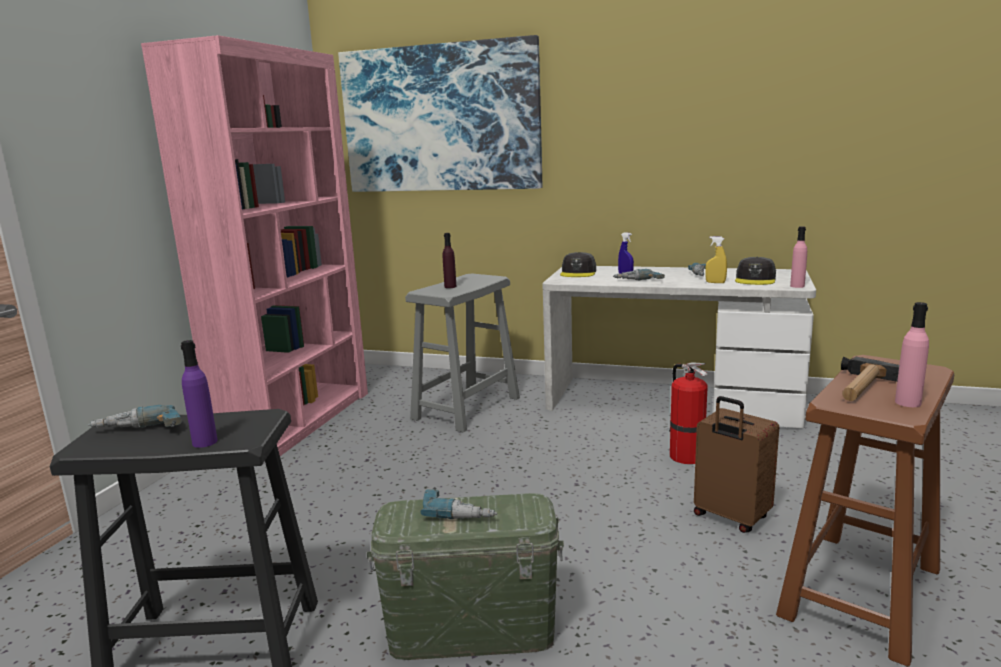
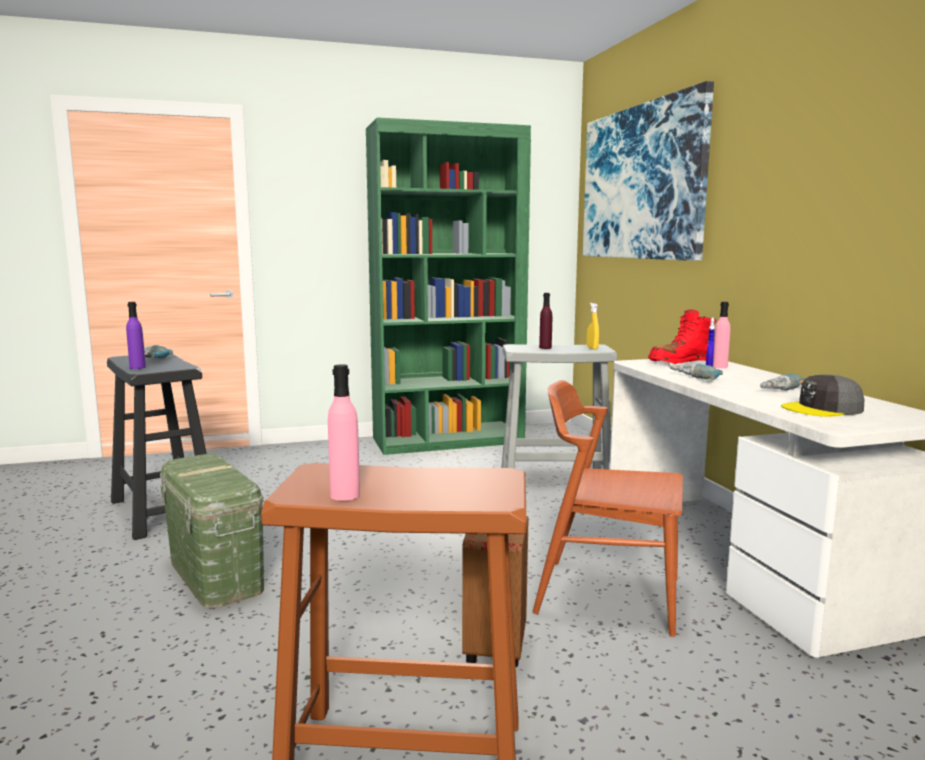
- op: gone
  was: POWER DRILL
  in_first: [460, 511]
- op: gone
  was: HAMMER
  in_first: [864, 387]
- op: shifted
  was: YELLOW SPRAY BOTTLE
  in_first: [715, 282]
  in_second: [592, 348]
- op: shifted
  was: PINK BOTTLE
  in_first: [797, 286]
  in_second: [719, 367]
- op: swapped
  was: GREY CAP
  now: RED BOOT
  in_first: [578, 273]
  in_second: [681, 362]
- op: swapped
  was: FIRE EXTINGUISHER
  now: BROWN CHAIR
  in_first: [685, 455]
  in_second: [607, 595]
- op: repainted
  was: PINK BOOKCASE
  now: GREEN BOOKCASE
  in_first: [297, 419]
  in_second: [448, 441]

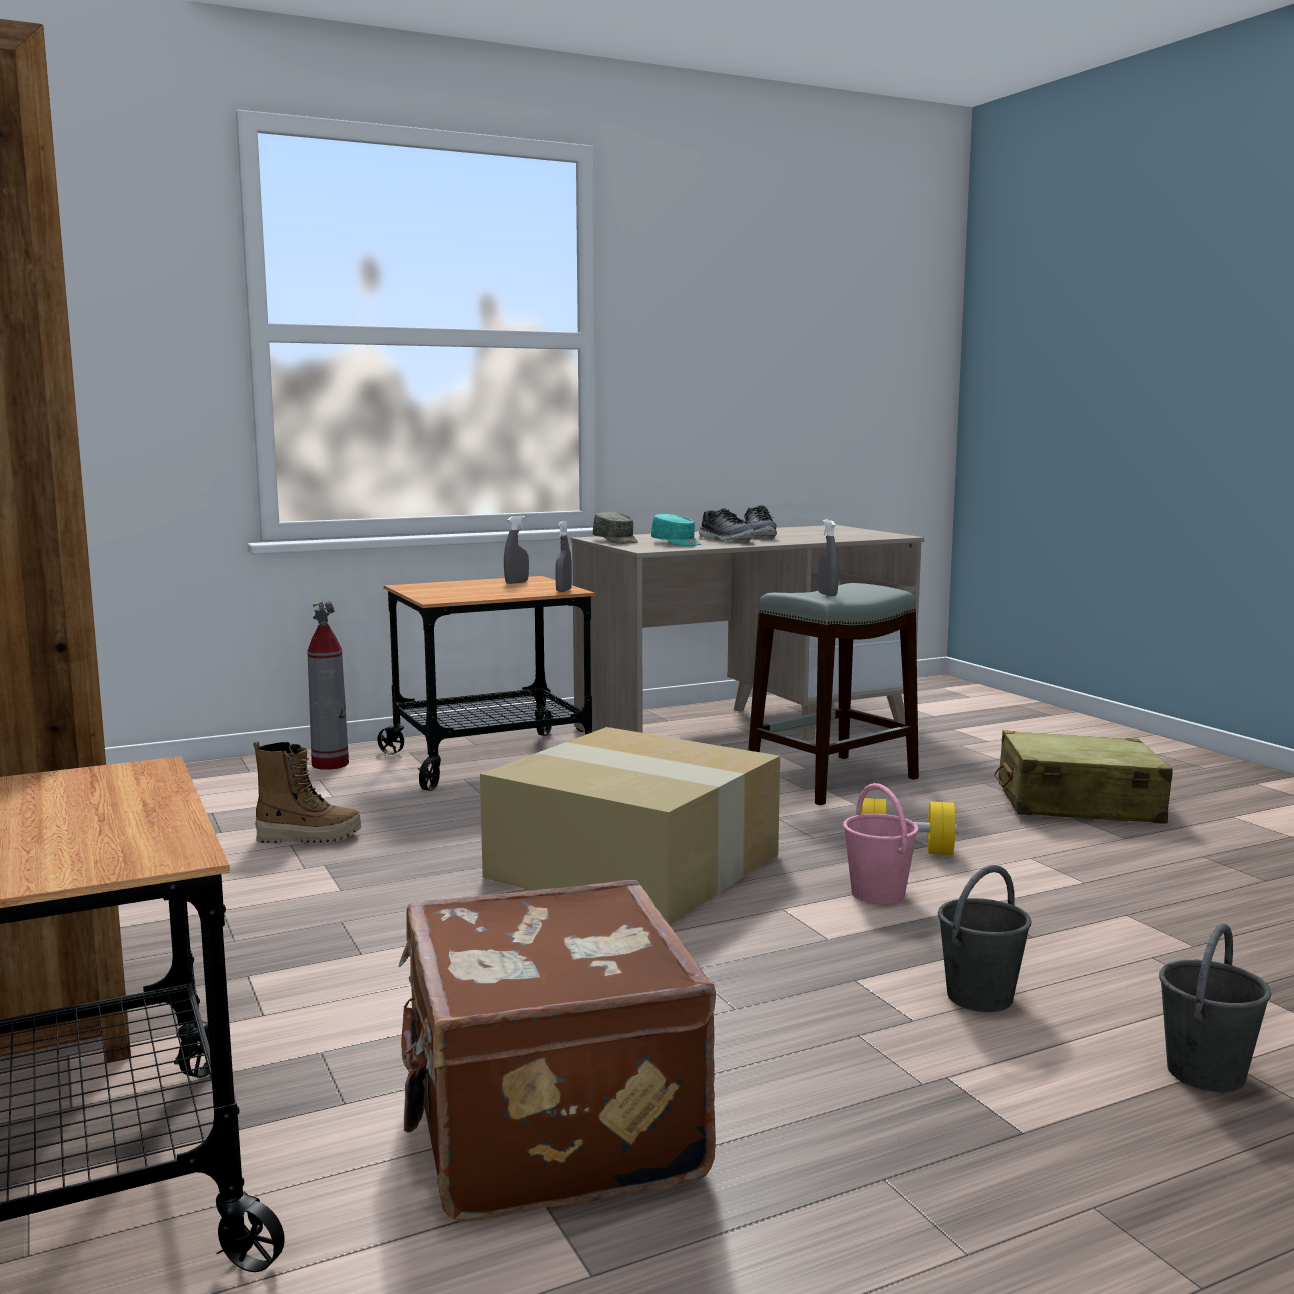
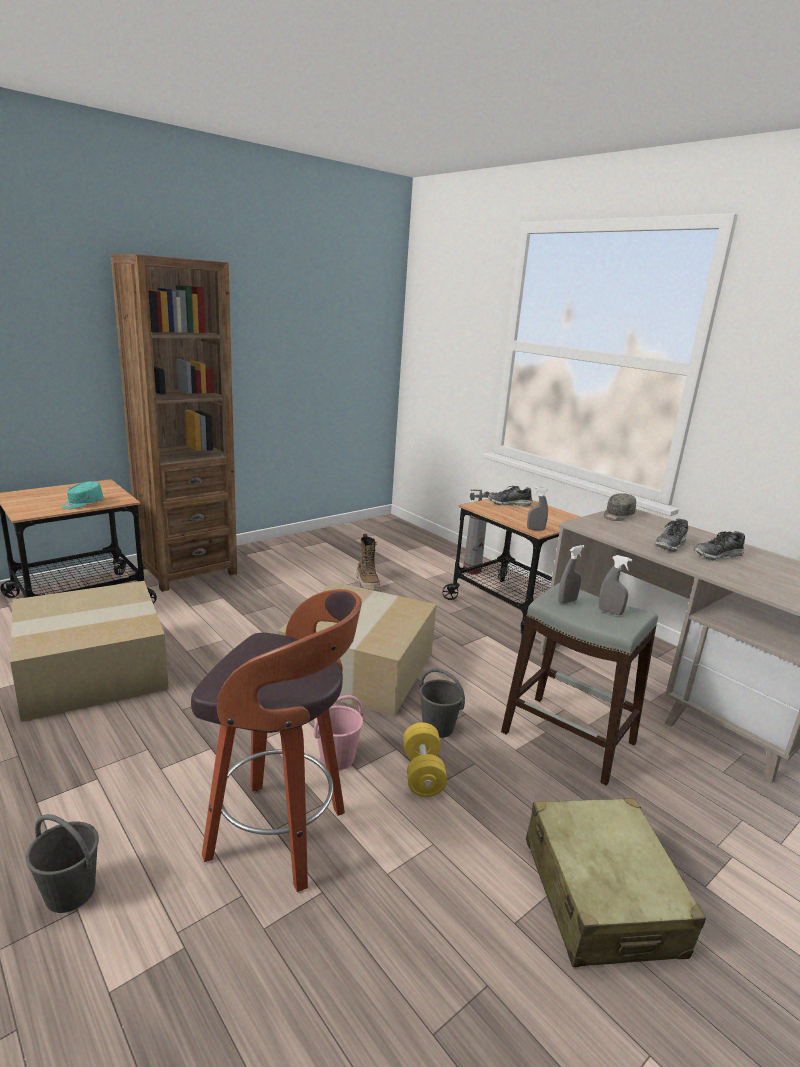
- op: new
  now: STOOL
  in_second: [281, 835]
- op: new
  now: SHOE
  in_second: [509, 504]
- op: shifted
  was: GREY SPRAY BOTTLE
  in_first: [516, 582]
  in_second: [610, 612]
- op: shifted
  was: TURQUOISE CAP
  in_first: [677, 543]
  in_second: [82, 503]
- op: shifted
  was: GREY BUCKET
  in_first: [979, 997]
  in_second: [437, 727]
- op: swapped
  was: BROWN SUITCASE
  now: CARDBOARD BOX
  in_first: [546, 1126]
  in_second: [90, 671]

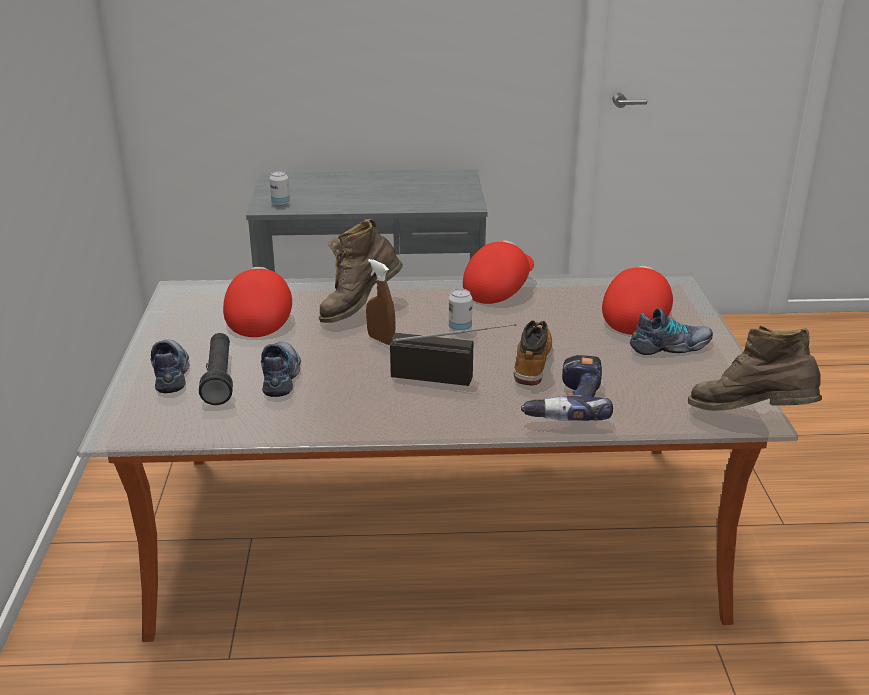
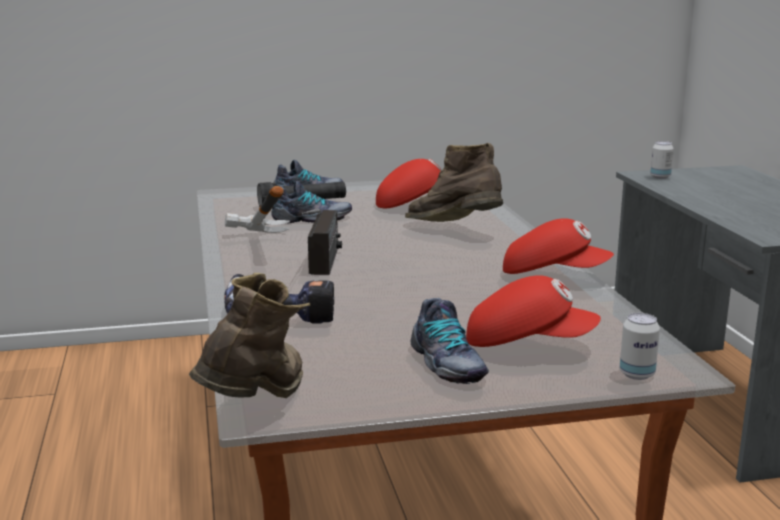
- op: gone
  was: BROWN SPRAY BOTTLE
  in_first: [381, 339]
- op: gone
  was: BOOT
  in_first: [532, 362]
- op: new
  now: HAMMER
  in_second: [256, 245]
- op: shifted
  was: CAN
  in_first: [460, 329]
  in_second: [637, 374]

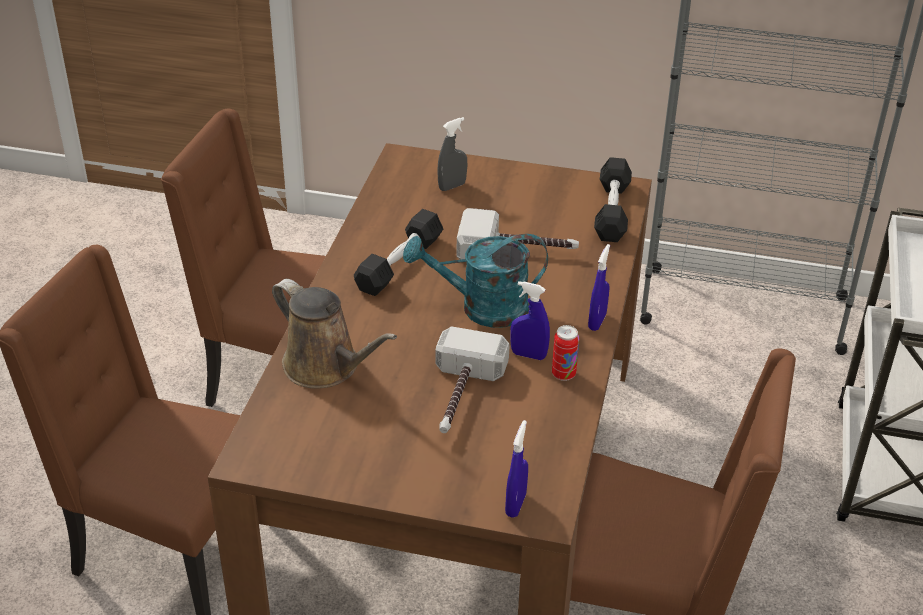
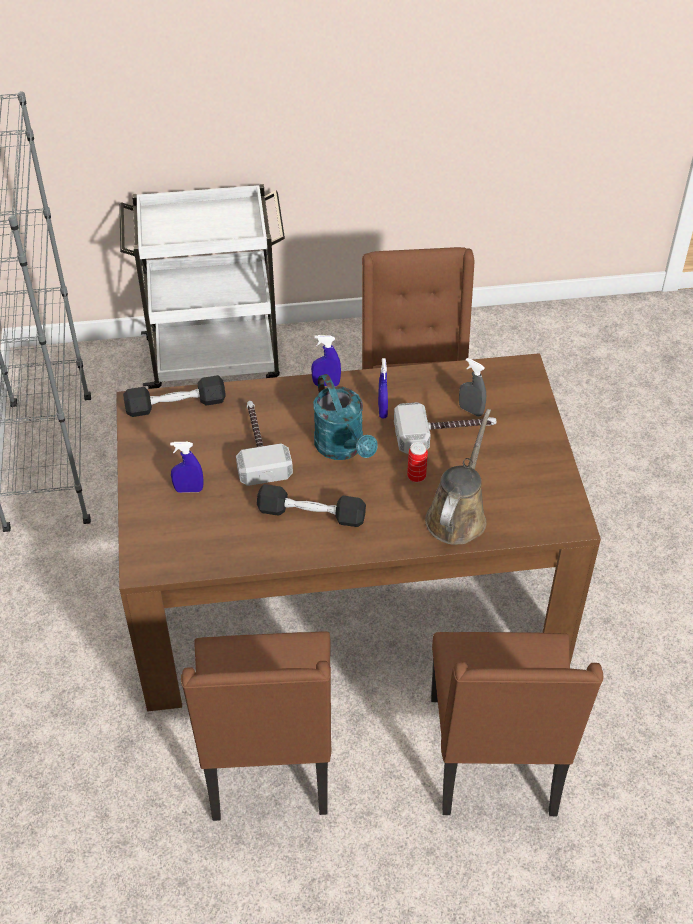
- op: shifted
  was: GREY SPRAY BOTTLE
  in_first: [452, 186]
  in_second: [471, 410]
- op: shifted
  was: BLUE SPRAY BOTTLE
  in_first: [515, 505]
  in_second: [189, 489]
- op: shifted
  was: CAN
  in_first: [563, 374]
  in_second: [416, 476]

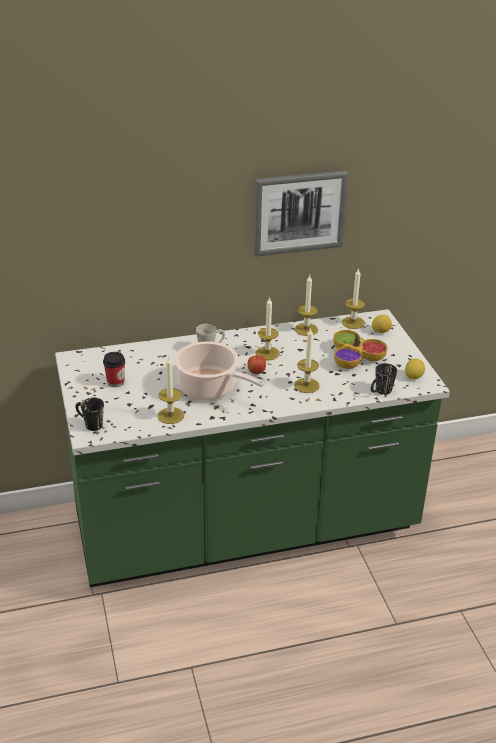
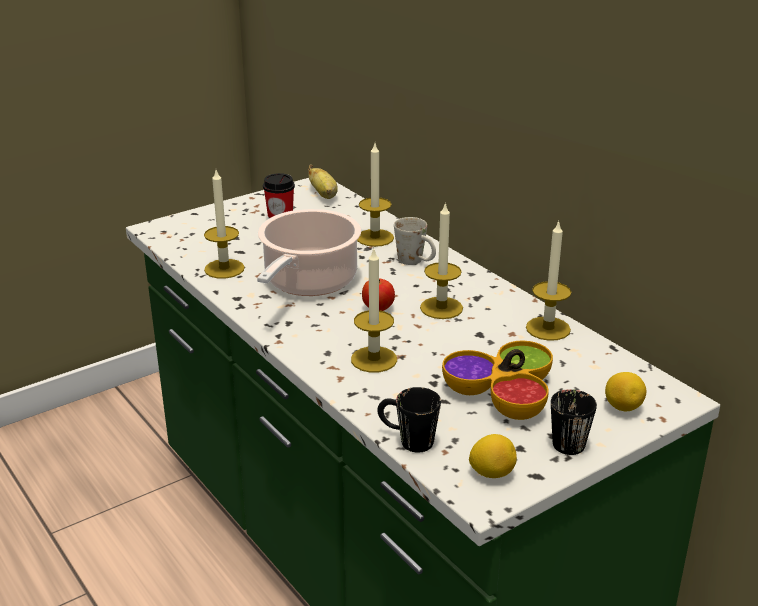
- op: gone
  was: PICTURE
  in_first: [299, 212]
- op: new
  now: BANANA
  in_second: [324, 195]
- op: shifted
  was: BLACK MUG
  in_first: [89, 424]
  in_second: [568, 438]
- op: shifted
  was: CANDLE
  in_first: [353, 322]
  in_second: [375, 238]

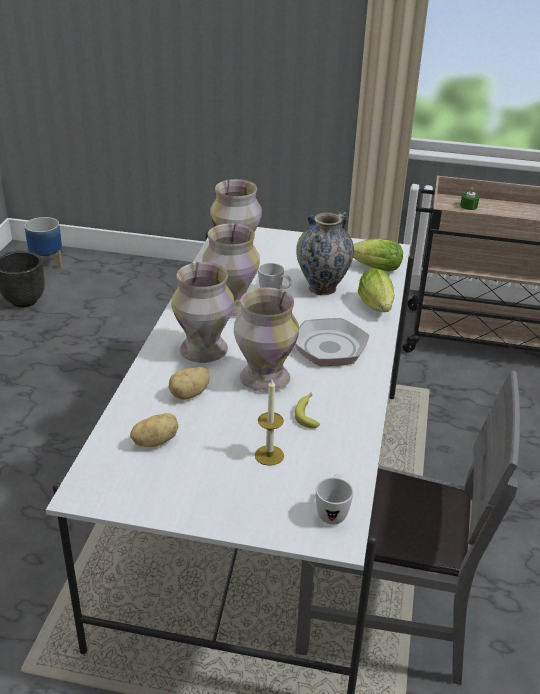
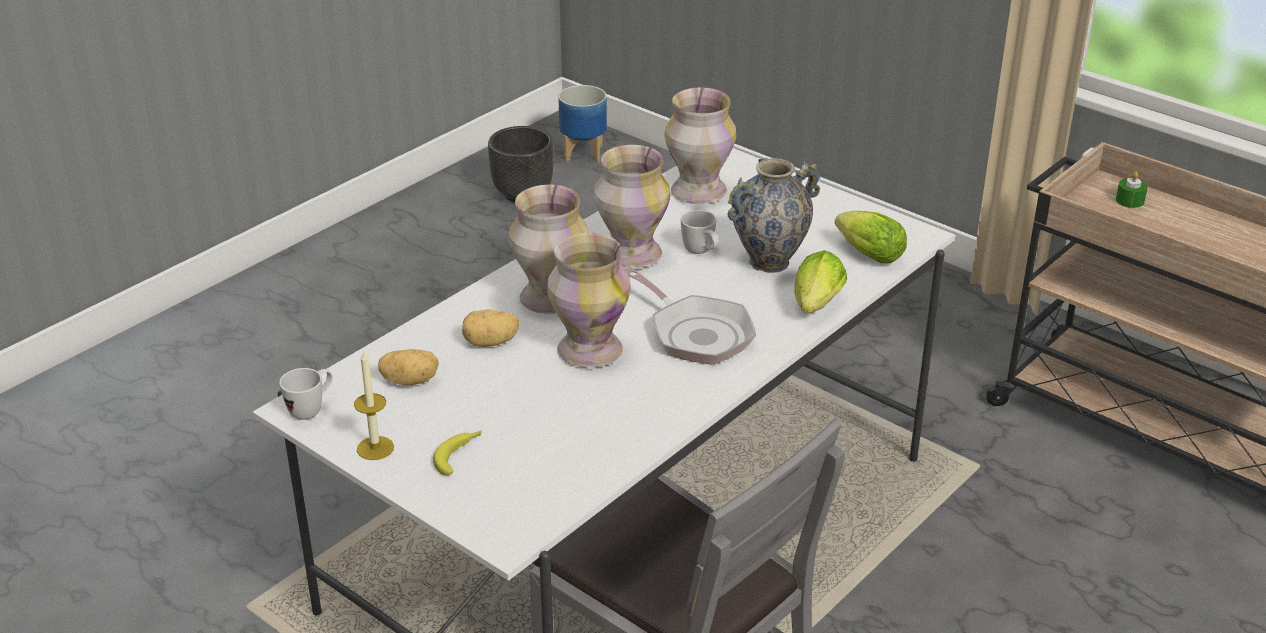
- op: shifted
  was: CANDLE
  in_first: [269, 455]
  in_second: [375, 448]
- op: shifted
  was: BANANA
  in_first: [308, 413]
  in_second: [459, 455]
- op: shifted
  was: WHITE MUG
  in_first: [332, 512]
  in_second: [311, 409]

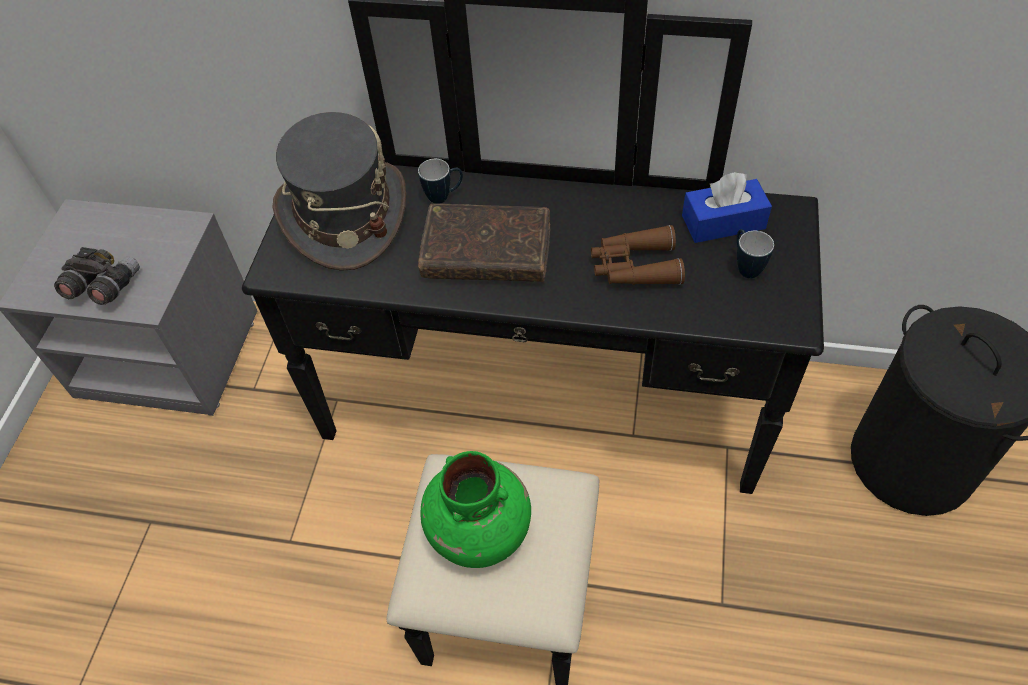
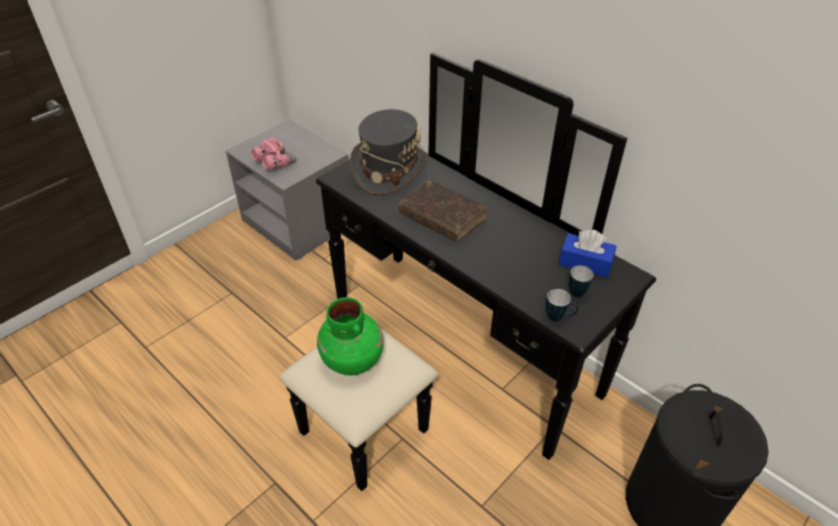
- op: gone
  was: BROWN BINOCULARS
  in_first: [634, 267]
- op: shifted
  was: MUG
  in_first: [444, 196]
  in_second: [559, 317]
- op: repainted
  was: GREY BINOCULARS
  now: PINK BINOCULARS
  in_first: [104, 288]
  in_second: [274, 163]

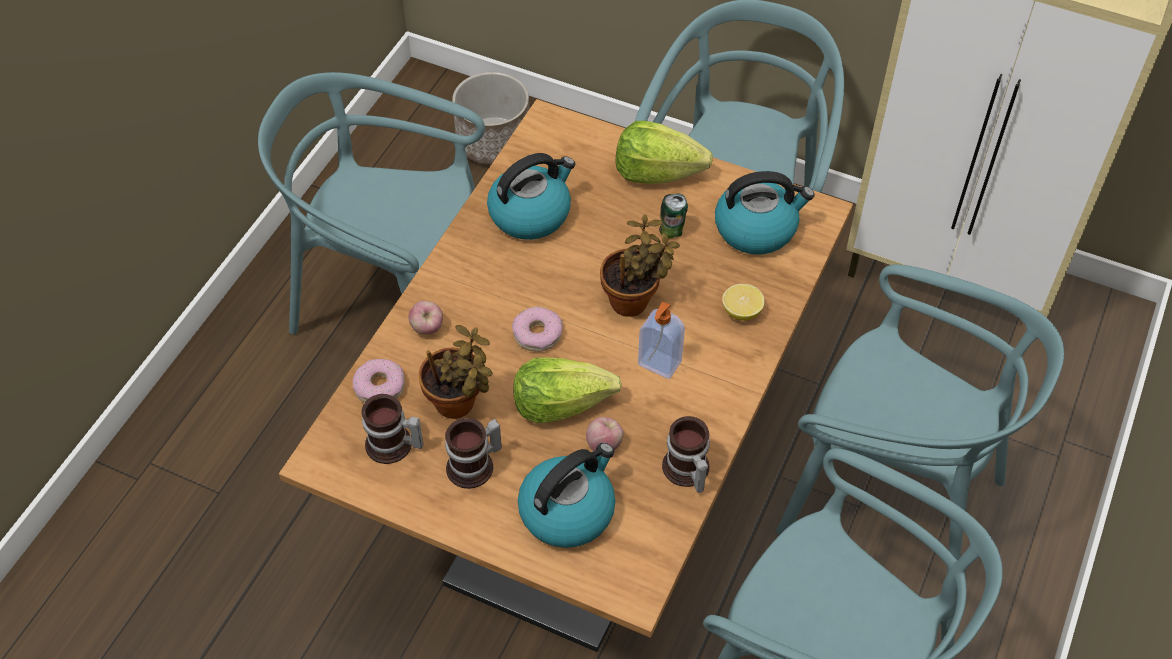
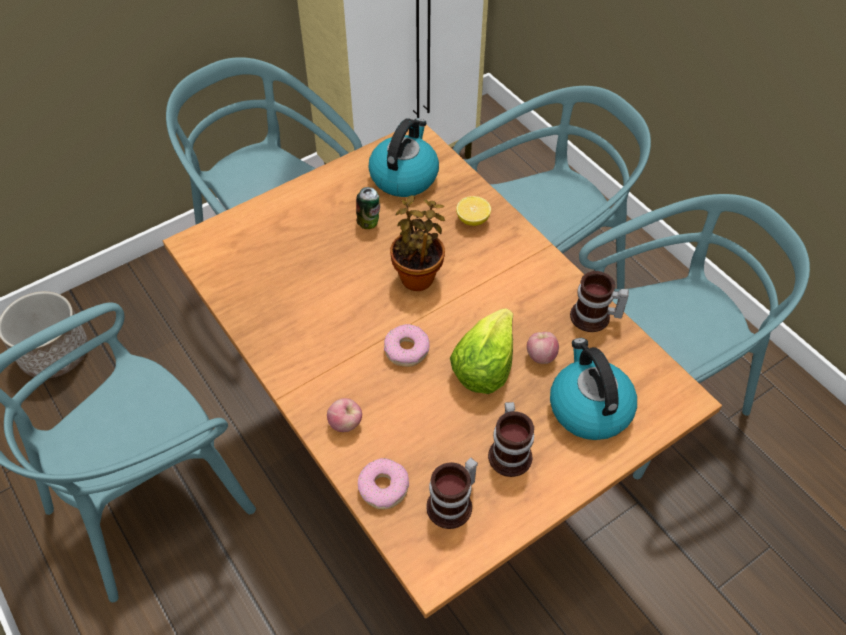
- op: gone
  was: POTTED PLANT
  in_first: [459, 404]
- op: gone
  was: KETTLE
  in_first: [531, 213]
- op: gone
  was: LETTUCE
  in_first: [657, 172]
- op: gone
  was: SOAP DISPENSER
  in_first: [659, 364]

